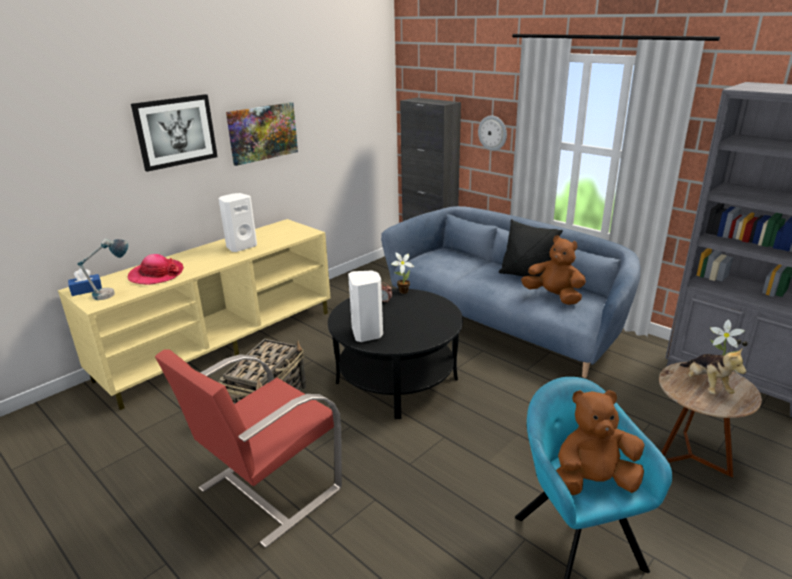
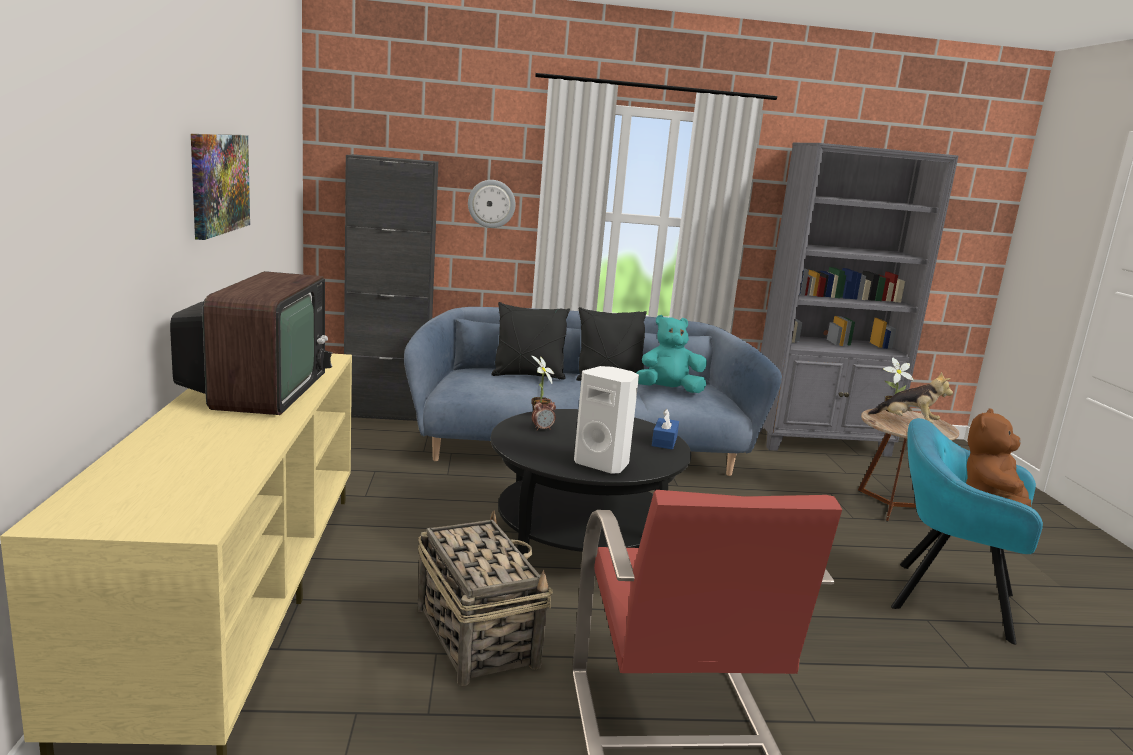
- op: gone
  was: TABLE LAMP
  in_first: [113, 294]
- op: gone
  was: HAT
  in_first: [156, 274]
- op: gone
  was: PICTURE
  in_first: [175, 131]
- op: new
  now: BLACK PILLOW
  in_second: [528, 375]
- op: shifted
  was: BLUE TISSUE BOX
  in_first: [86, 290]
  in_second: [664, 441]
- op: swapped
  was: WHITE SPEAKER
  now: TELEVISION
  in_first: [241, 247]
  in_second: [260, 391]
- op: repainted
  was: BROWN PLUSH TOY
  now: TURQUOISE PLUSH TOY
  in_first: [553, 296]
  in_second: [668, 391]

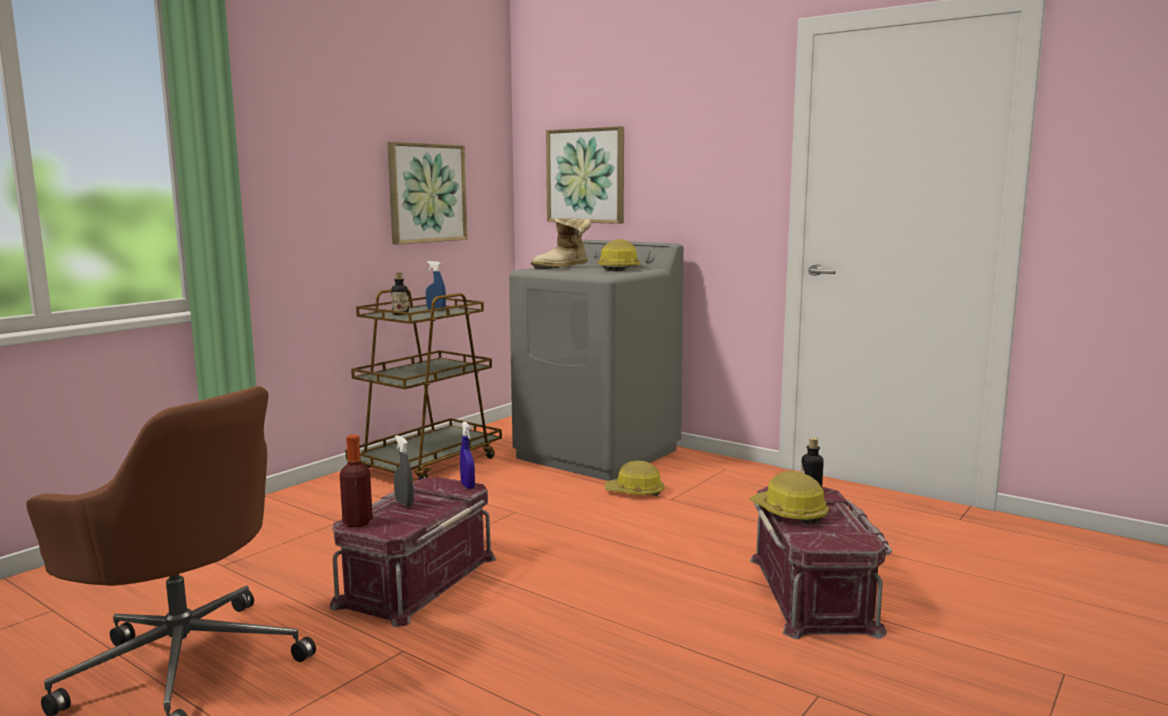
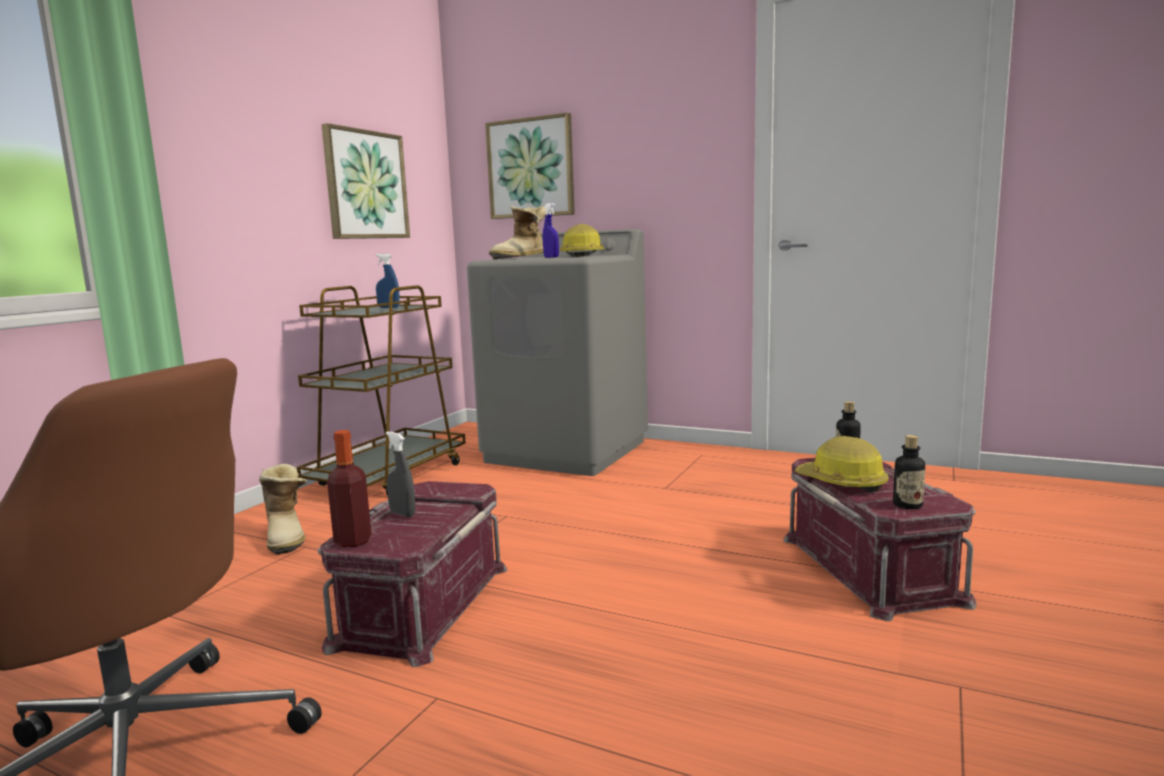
- op: gone
  was: HARD HAT
  in_first: [635, 492]
- op: new
  now: BOOT
  in_second: [288, 537]
- op: shifted
  was: BOTTLE
  in_first: [400, 314]
  in_second: [907, 505]
- op: shifted
  was: BLUE SPRAY BOTTLE
  in_first: [467, 486]
  in_second: [551, 257]

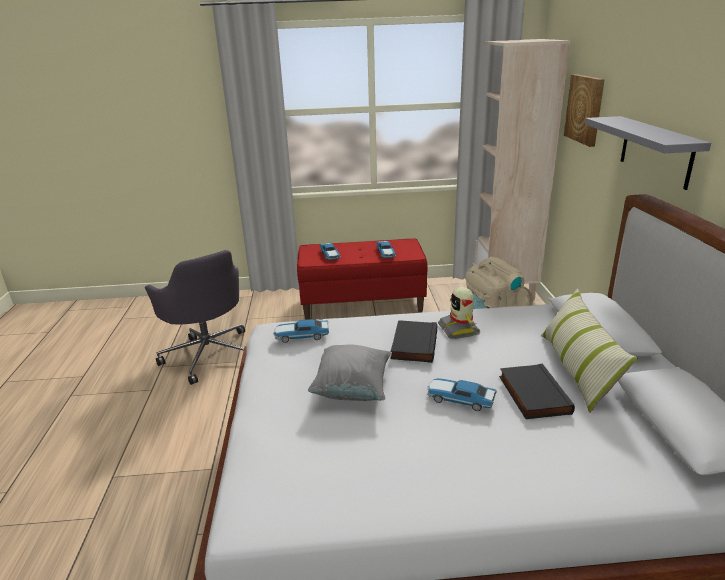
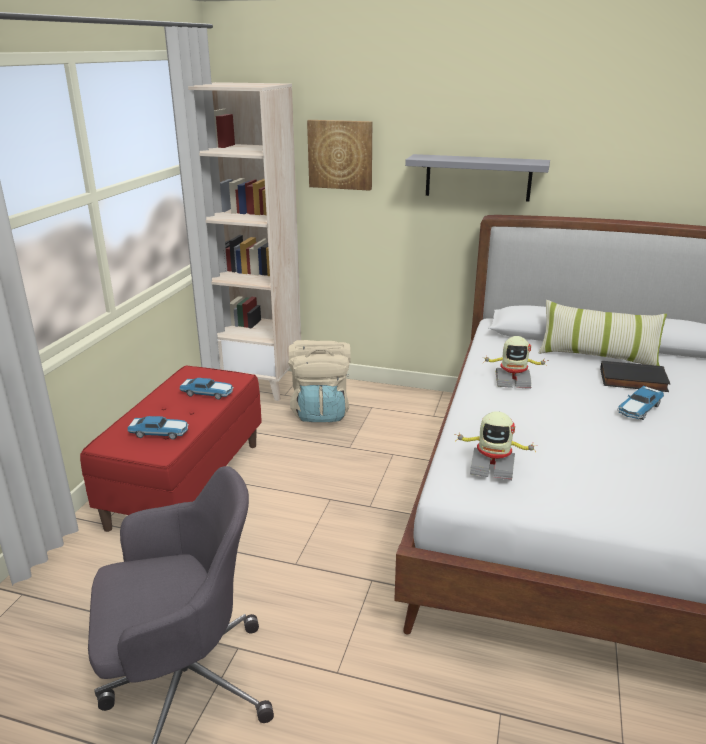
- op: gone
  was: GREY PILLOW
  in_first: [352, 389]
- op: gone
  was: BLACK BOOK
  in_first: [413, 344]
- op: swapped
  was: TOY CAR
  now: TOY ROBOT
  in_first: [301, 336]
  in_second: [492, 466]

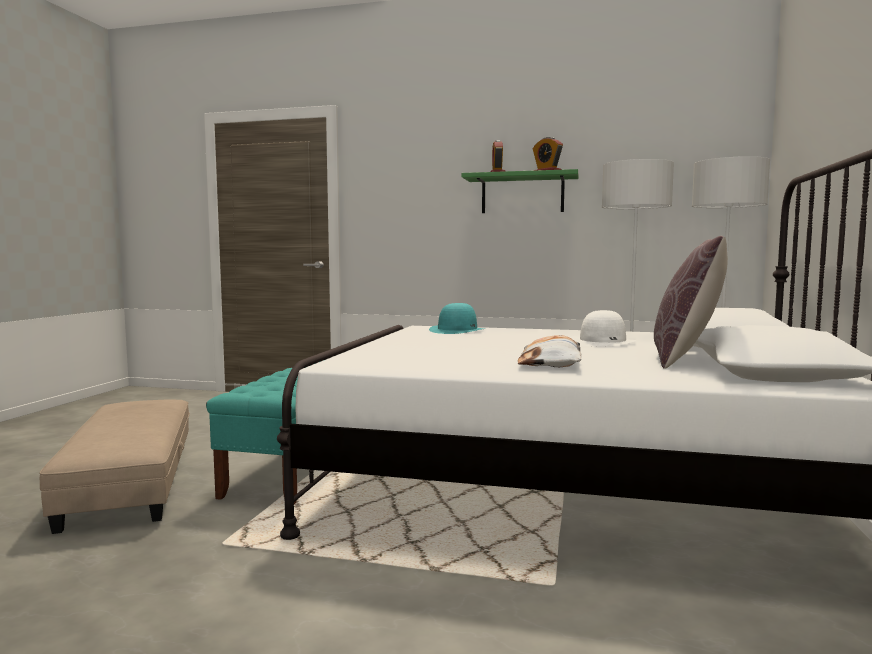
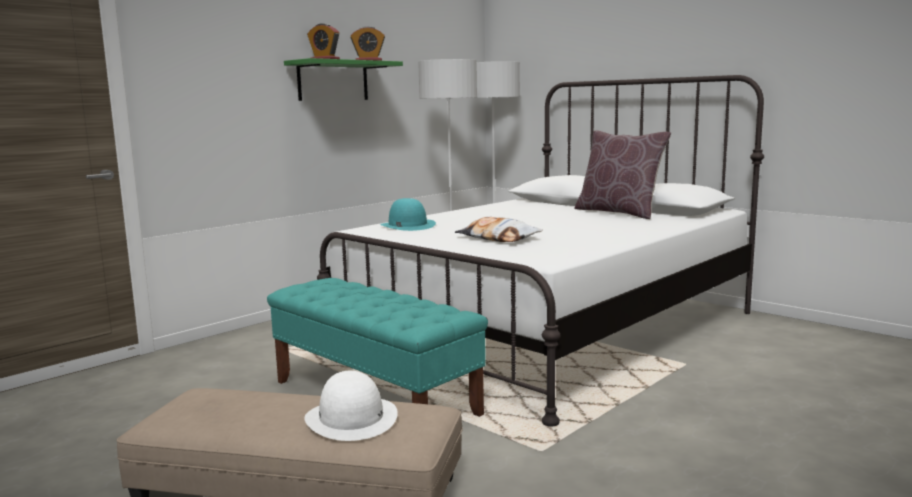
- op: shifted
  was: PILLOW
  in_first: [551, 362]
  in_second: [498, 238]
- op: shifted
  was: WHITE HAT
  in_first: [602, 342]
  in_second: [351, 418]

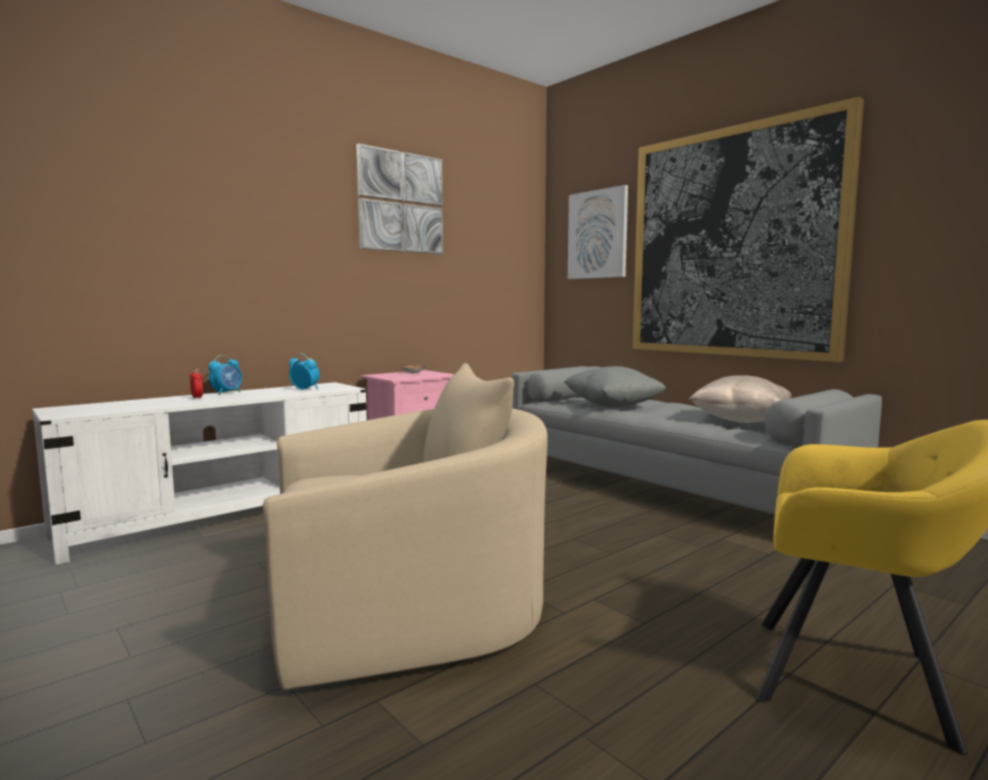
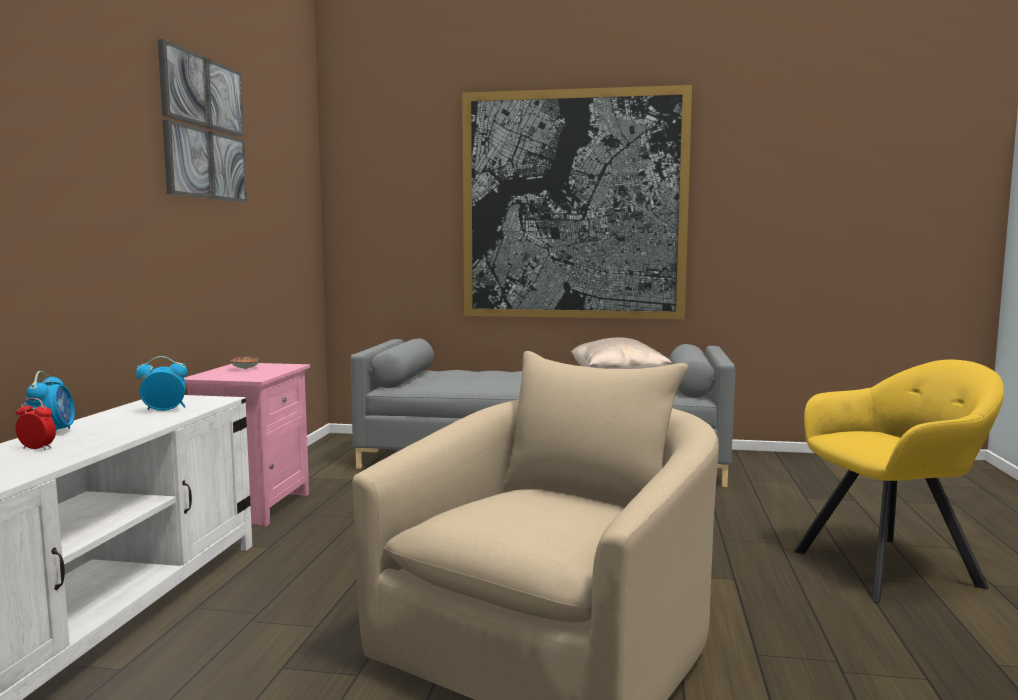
- op: gone
  was: GREY PILLOW
  in_first: [613, 406]
- op: gone
  was: PICTURE
  in_first: [598, 234]

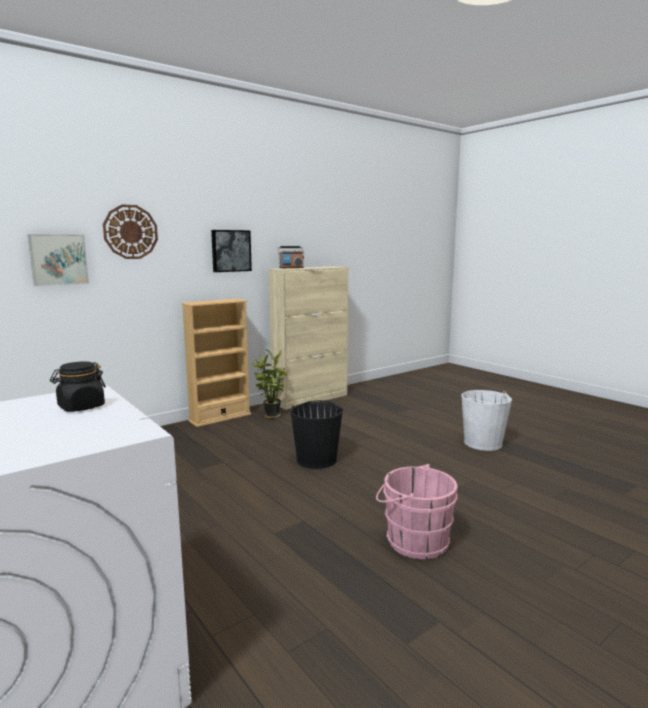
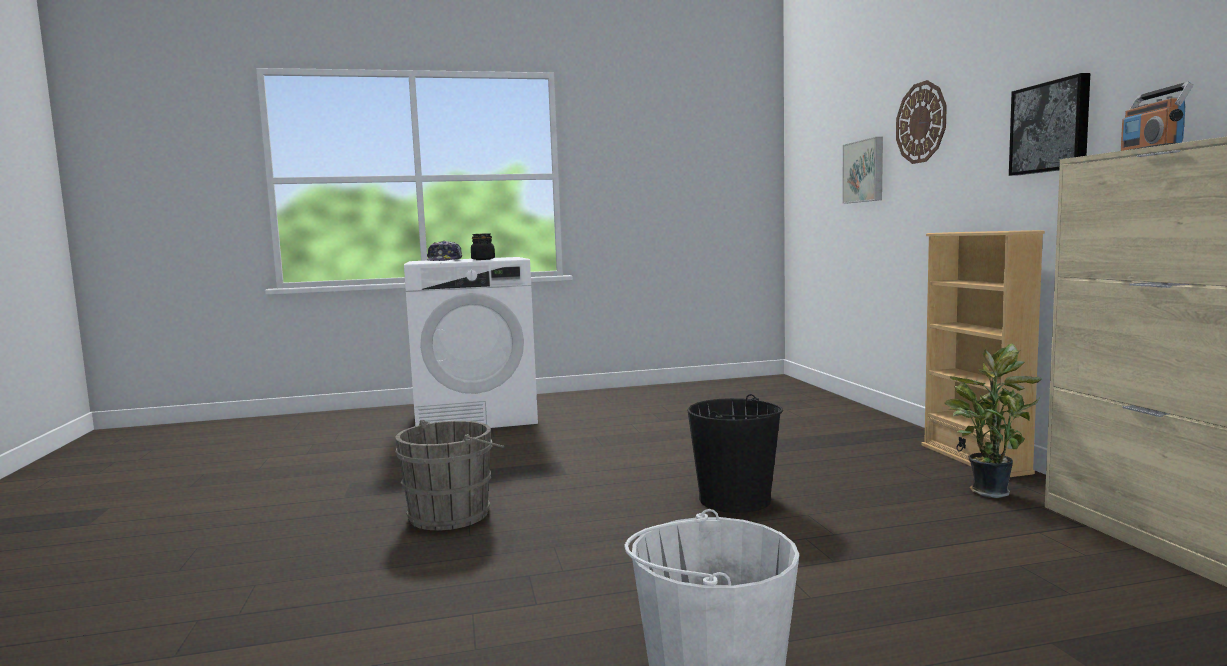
- op: new
  now: CAP
  in_second: [445, 261]
- op: repainted
  was: PINK BUCKET
  now: GREY BUCKET
  in_first: [413, 540]
  in_second: [454, 513]

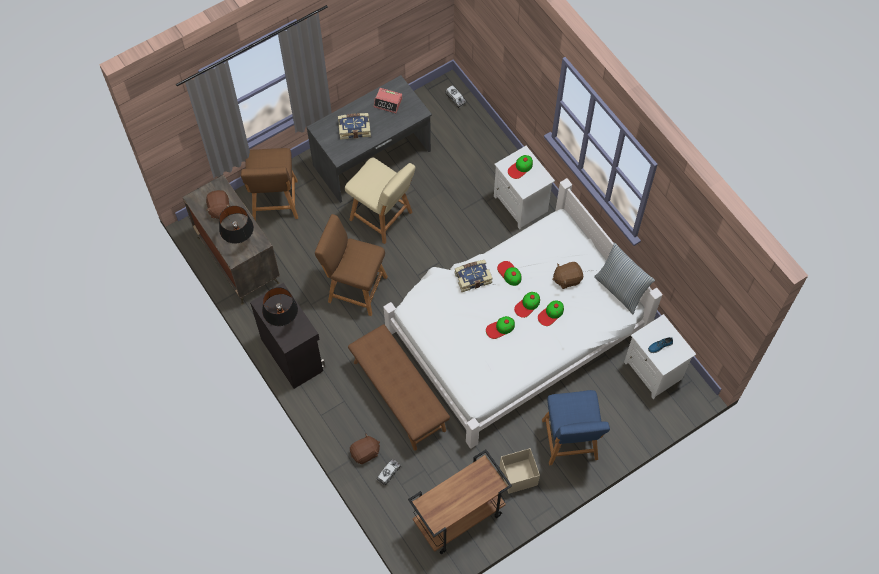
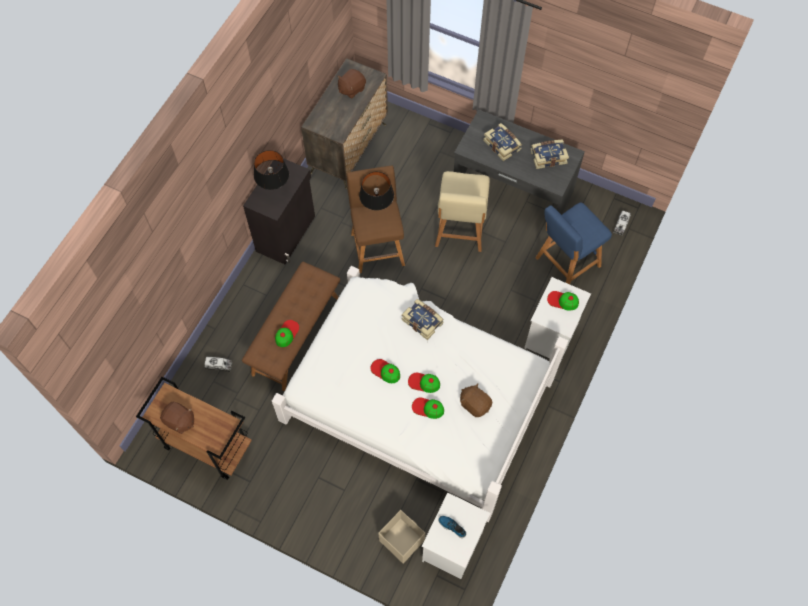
- op: gone
  was: BROWN STOOL
  in_first: [275, 203]
- op: gone
  was: PILLOW
  in_first: [620, 290]
- op: shifted
  was: BLACK TABLE LAMP
  in_first: [239, 239]
  in_second: [377, 207]
- op: shifted
  was: BROWN PLUSH TOY
  in_first: [365, 453]
  in_second: [180, 421]
- op: shifted
  was: CAP
  in_first: [509, 273]
  in_second: [286, 333]
- op: shifted
  was: BEIGE STORAGE BOX
  in_first: [517, 476]
  in_second: [401, 540]
- op: shifted
  was: BLUE STOOL
  in_first: [570, 442]
  in_second: [565, 264]
- op: swapped
  was: ALARM CLOCK
  now: BOOK
  in_first: [388, 102]
  in_second: [548, 156]

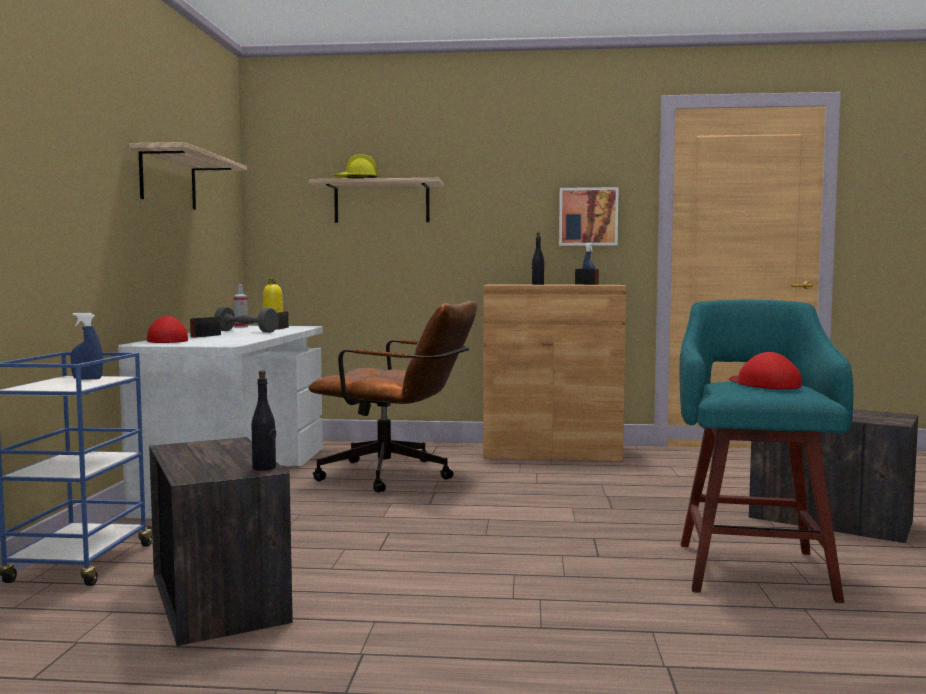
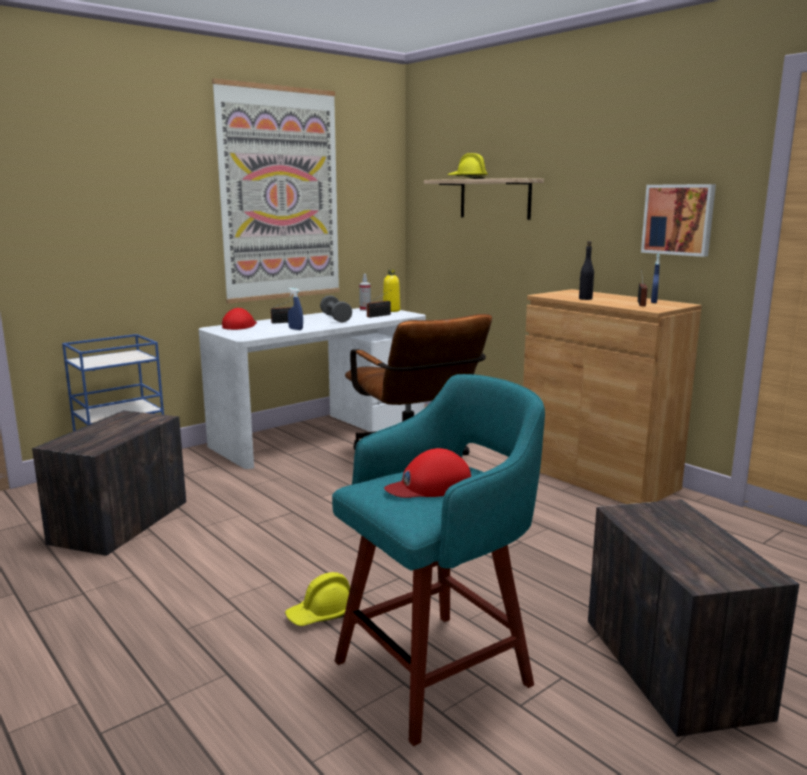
- op: gone
  was: BLACK BOTTLE
  in_first: [264, 468]
- op: new
  now: YELLOW HARD HAT
  in_second: [321, 615]
- op: shifted
  was: BLUE SPRAY BOTTLE
  in_first: [87, 379]
  in_second: [295, 329]
- op: swapped
  was: SHELF
  now: PICTURE
  in_first: [168, 180]
  in_second: [280, 195]
- op: rotated
  was: RED CAP
  in_first: [763, 384]
  in_second: [429, 486]
  clockwise: -135

